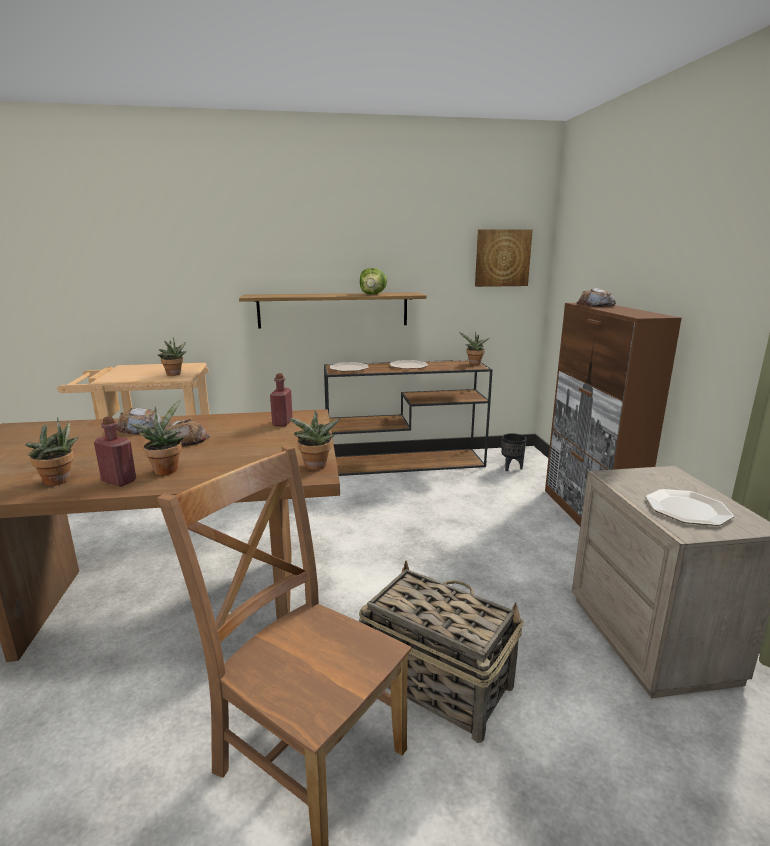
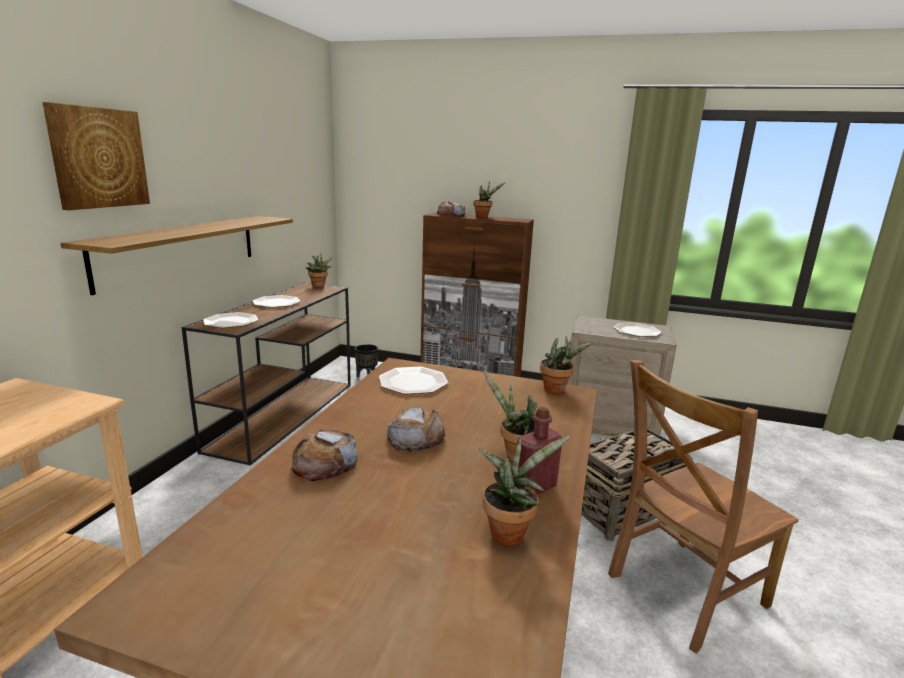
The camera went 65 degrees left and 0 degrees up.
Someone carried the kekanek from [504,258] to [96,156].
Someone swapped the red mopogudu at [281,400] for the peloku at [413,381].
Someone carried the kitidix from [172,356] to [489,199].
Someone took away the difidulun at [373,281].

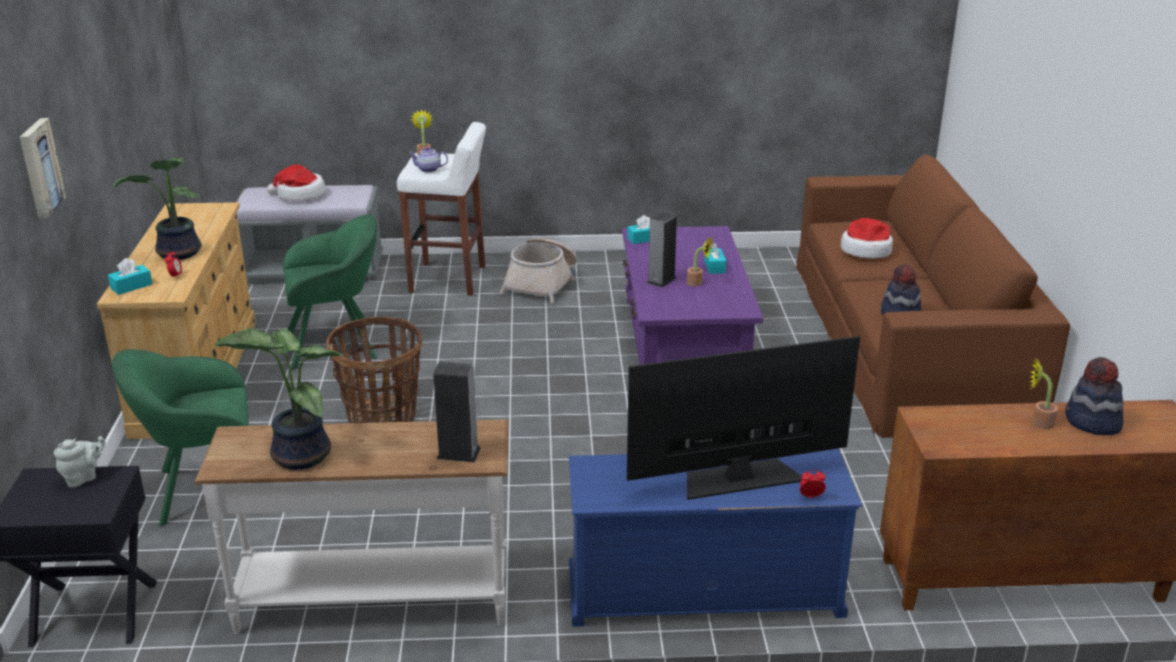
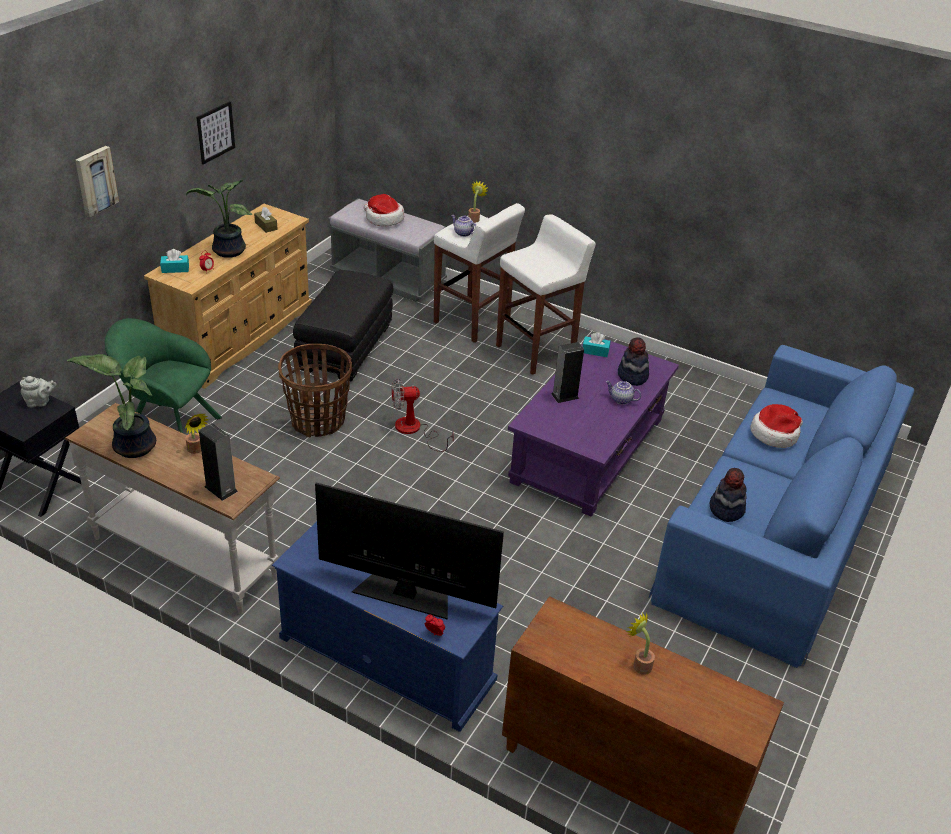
The camera went 30 degrees right and 10 degrees up.
Someone carried the kitidix from [700,261] to [197,434].
Someone put up the kekanek at [215,133].
Someone put down the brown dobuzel at [266,220].
Someone swapped the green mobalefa at [330,292] for the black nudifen at [343,326].
Someone put down the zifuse at [423,415].
Someone swapped the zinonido at [538,270] for the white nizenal at [546,294].
Someone swapped the turquoise dobuzel at [715,258] for the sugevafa at [623,393].
Someone carried the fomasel from [1094,396] to [633,361].
Someone repainted the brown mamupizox at [933,296], which became the blue mamupizox at [781,506].

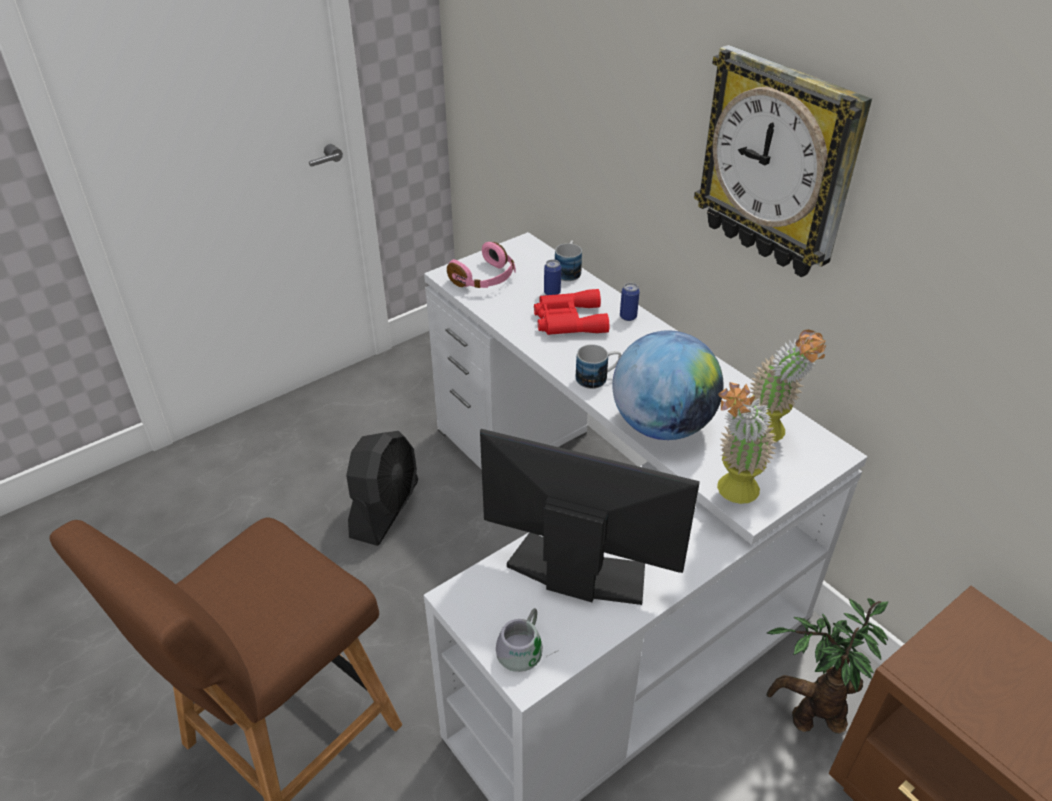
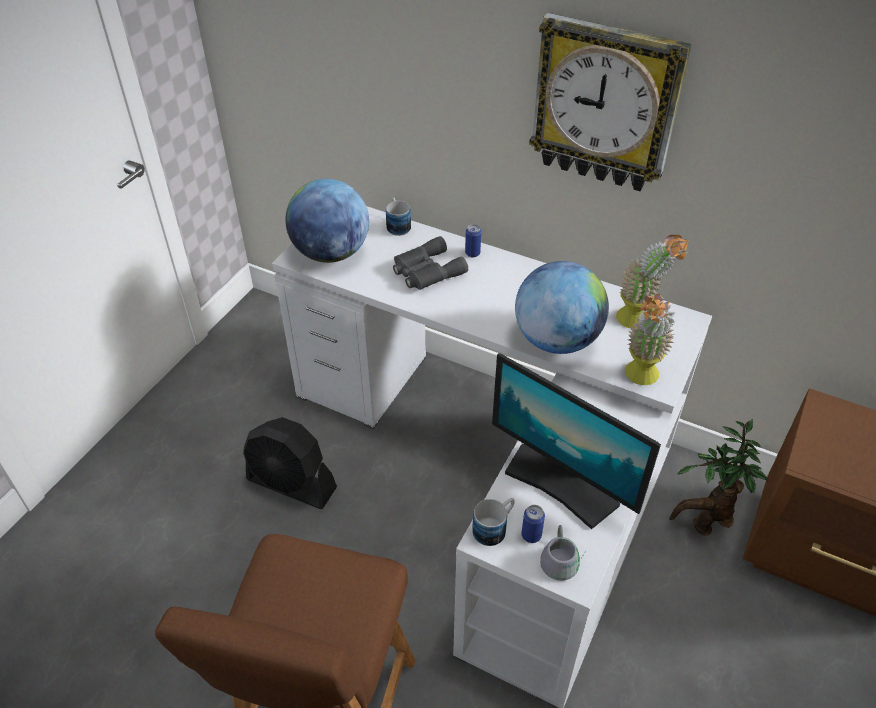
The camera went 25 degrees left and 5 degrees up.
Someone rotated the black zifuse at [382,488] by 120 degrees clockwise.
Someone swapped the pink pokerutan at [481,265] for the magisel at [327,221].
Someone repainted the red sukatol at [571,312], which became the grey sukatol at [430,263].
Someone carried the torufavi from [599,366] to [493,522].
Someone rotated the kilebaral at [590,517] by 135 degrees counterclockwise.
Someone carried the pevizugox from [552,277] to [533,524].

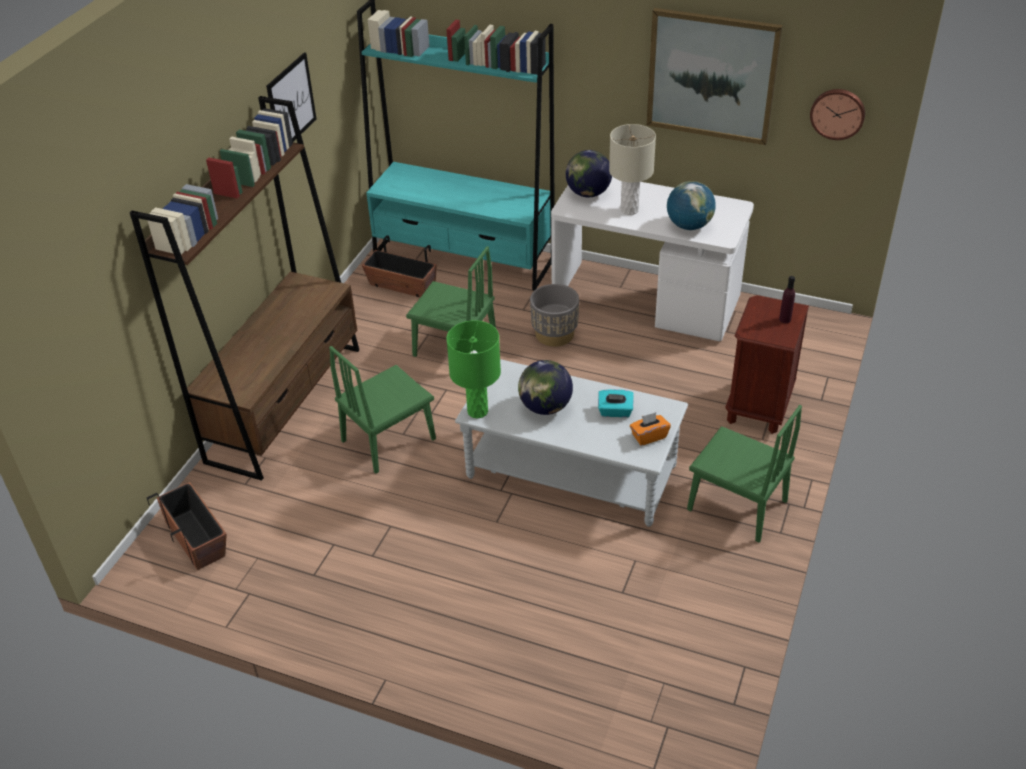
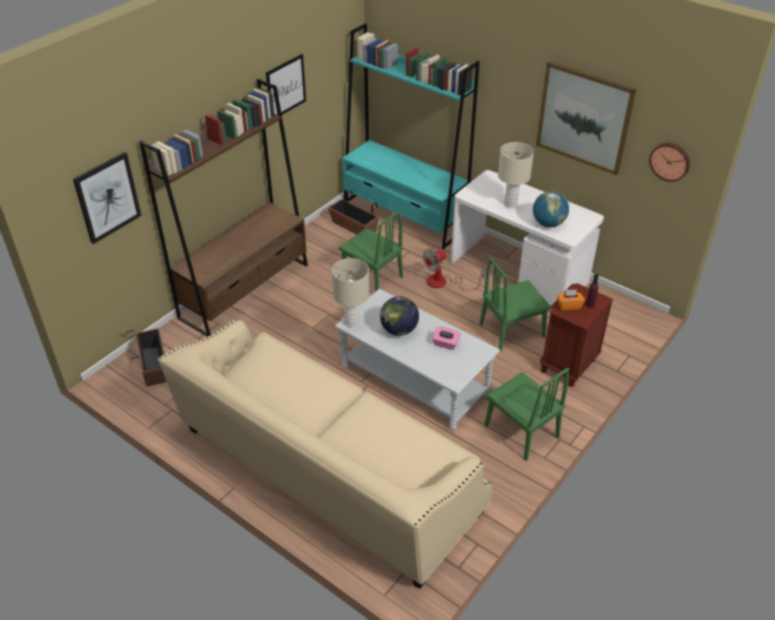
The camera went 15 degrees right and 0 degrees up.
Someone put up the kekanek at [107,198].
Someone put down the beige mamupizox at [325,454].
Someone repainted the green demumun at [473,369], which became the beige demumun at [350,293].
Someone swapped the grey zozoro at [554,315] for the zifuse at [454,270].
Someone repainted the turquoise dobuzel at [616,403], which became the pink dobuzel at [446,338].
Someone carried the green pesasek from [382,410] to [514,304].
Someone carried the orange dobuzel from [650,429] to [571,299].
Someone took away the magisel at [589,173].

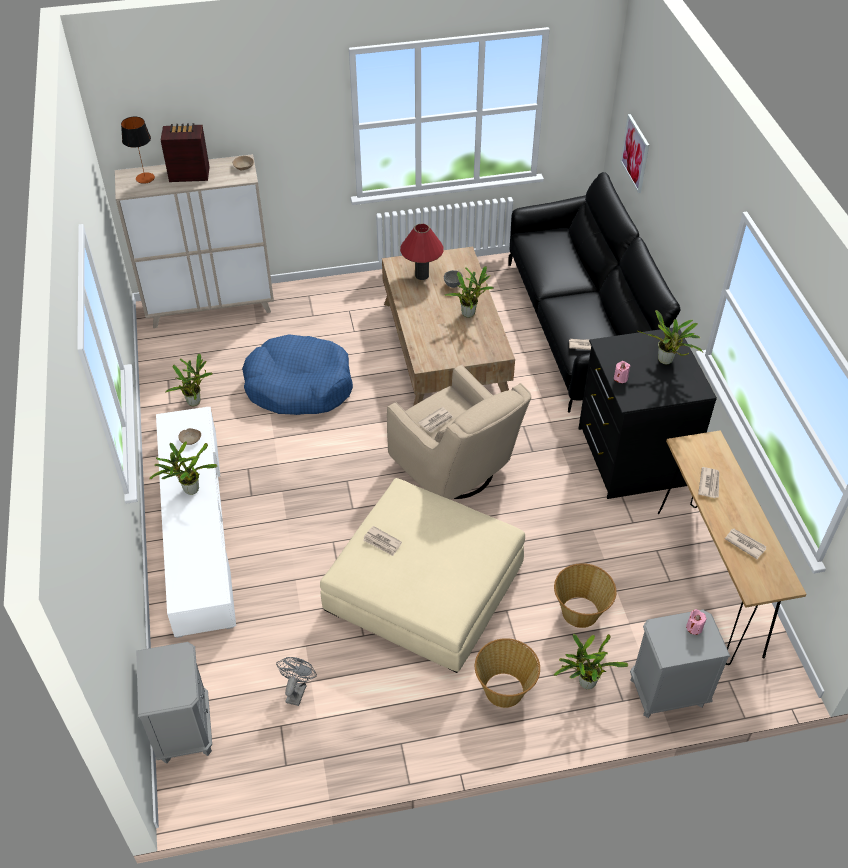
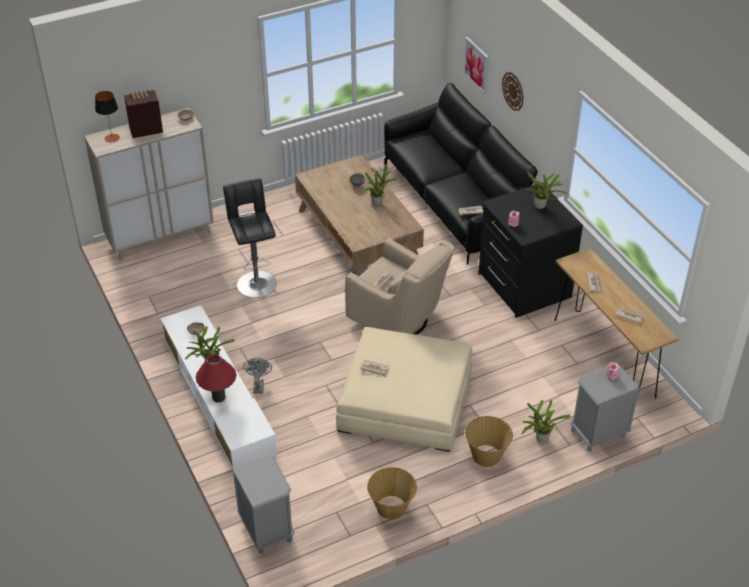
The camera went 15 degrees left and 5 degrees down.
Someone carried the red demumun from [422,252] to [216,378].
Someone swapped the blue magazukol at [297,374] for the black nizenal at [250,238].
Someone carried the grey zifuse from [296,681] to [257,375].
Someone carried the zinonido from [585,595] to [392,493].
Someone put up the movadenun at [512,91].
Someone took away the kitidix at [189,380].

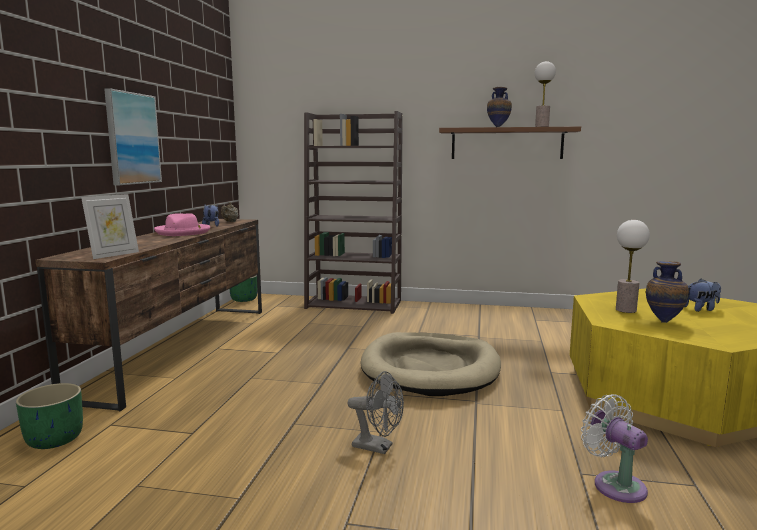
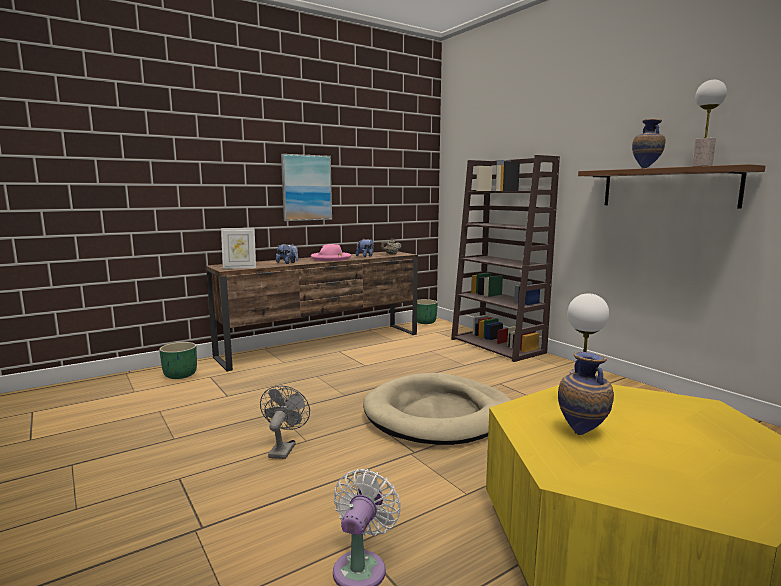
The camera went 45 degrees right and 0 degrees up.
Someone rotated the grey zifuse at [375,412] by 150 degrees counterclockwise.
Someone carried the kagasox from [702,295] to [287,253].

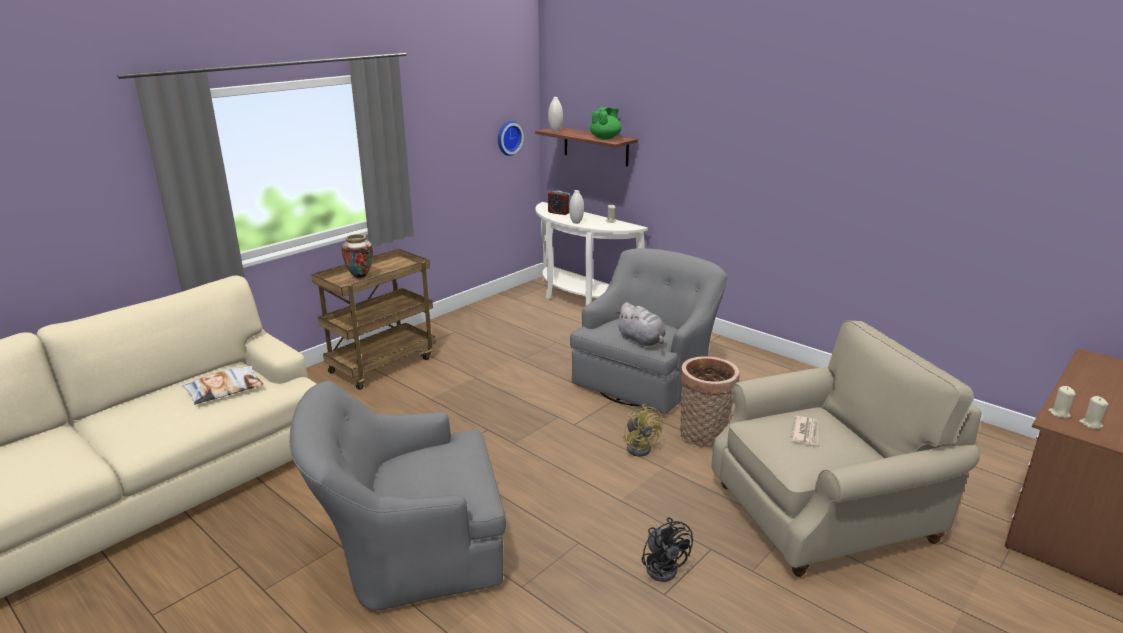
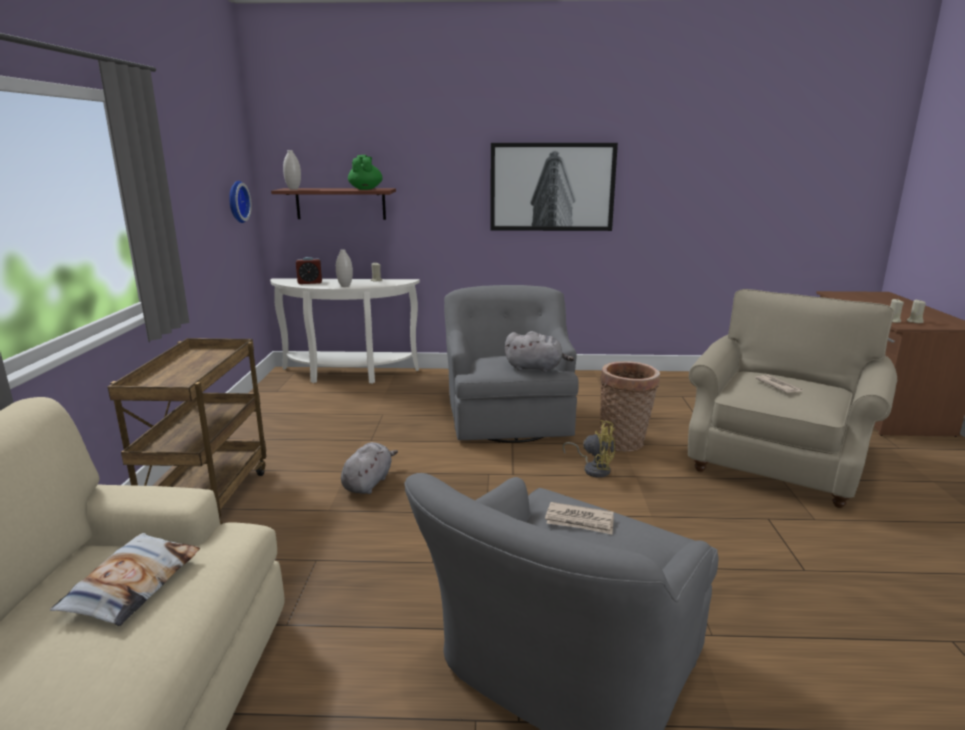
The camera went 40 degrees left and 5 degrees down.
Someone put down the grey kagasox at [369,468].
Someone put up the kekanek at [554,187].
Someone put down the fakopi at [579,518].
Someone took away the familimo at [357,256].
Someone took away the black zifuse at [667,549].

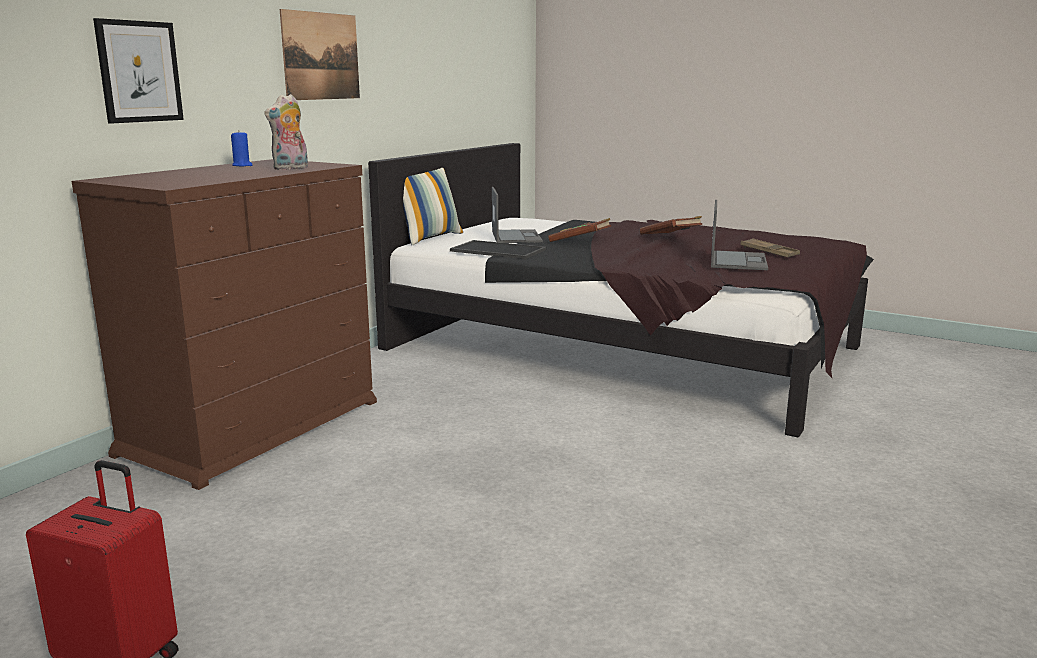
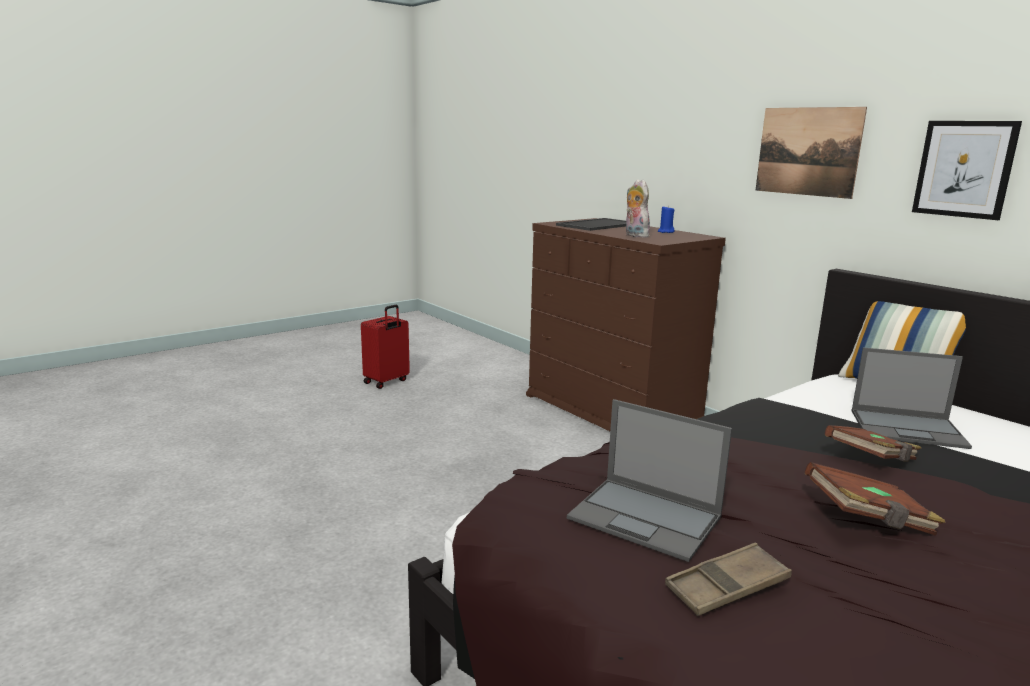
The camera went 110 degrees right and 0 degrees up.
Someone carried the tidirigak from [498,249] to [591,224].
Someone carried the kekanek from [138,71] to [967,170].

